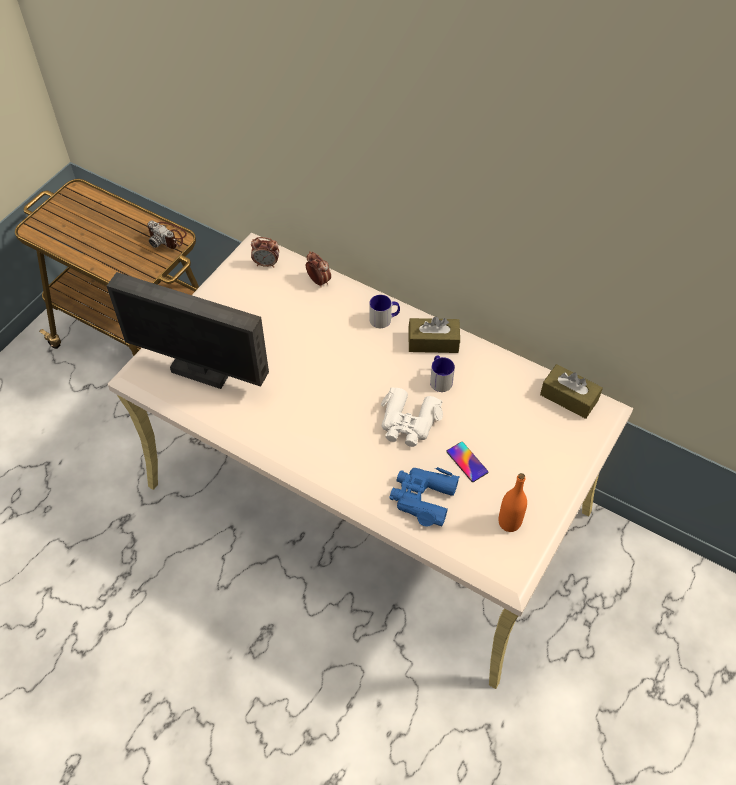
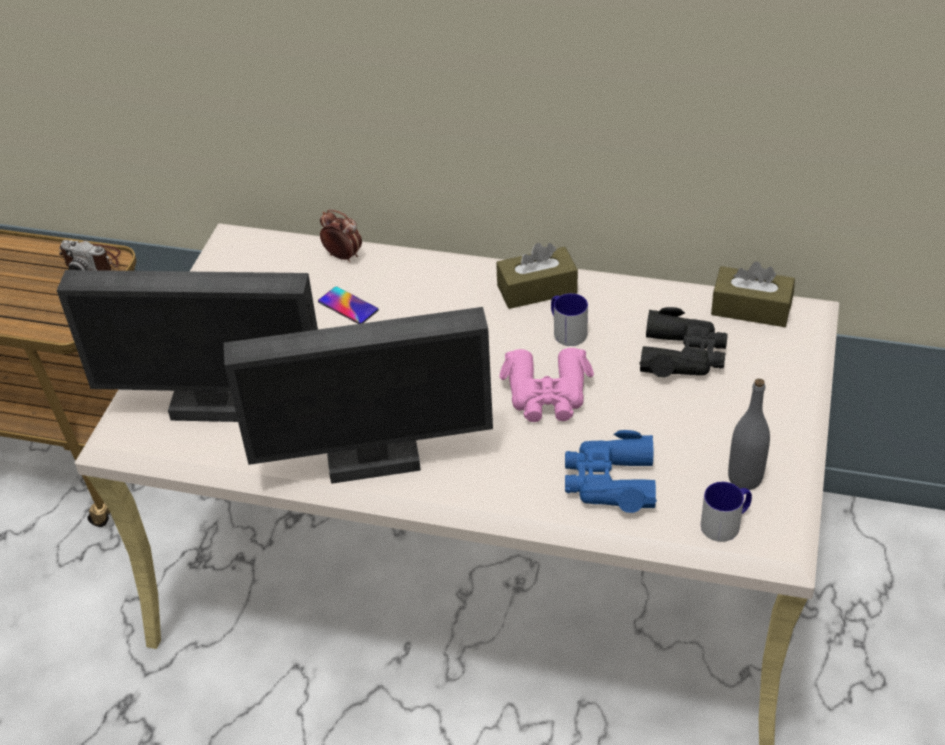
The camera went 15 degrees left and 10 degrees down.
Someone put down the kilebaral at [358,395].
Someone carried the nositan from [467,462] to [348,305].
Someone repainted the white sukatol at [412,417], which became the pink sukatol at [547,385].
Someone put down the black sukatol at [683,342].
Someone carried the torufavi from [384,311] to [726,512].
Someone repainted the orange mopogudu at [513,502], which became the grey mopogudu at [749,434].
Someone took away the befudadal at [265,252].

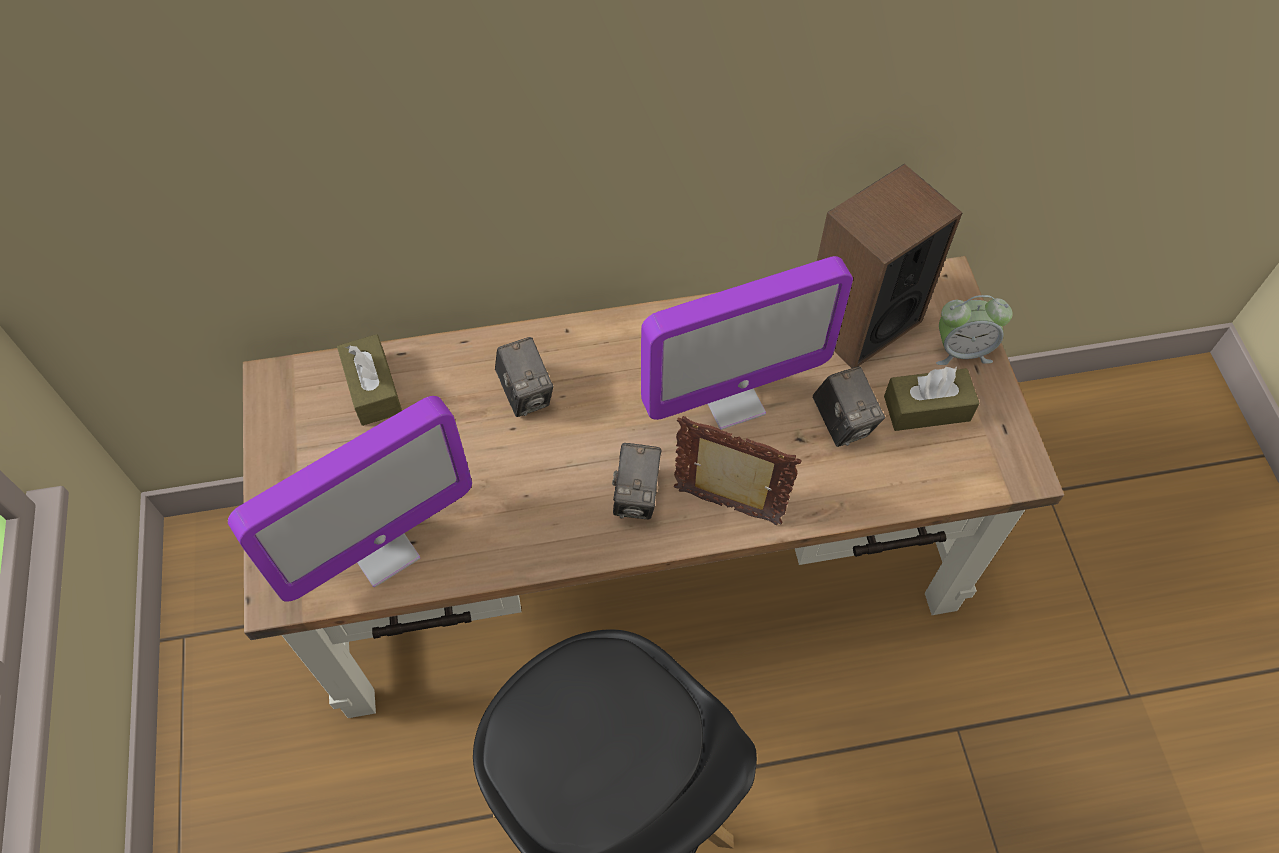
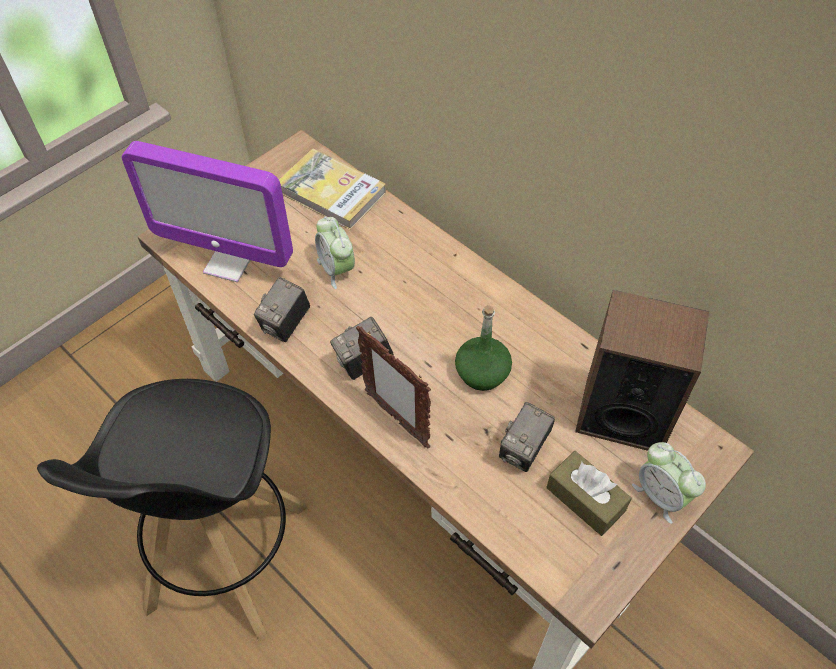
The camera went 55 degrees right and 5 degrees down.
Someone carried the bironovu from [524,377] to [282,309].
Someone swapped the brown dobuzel at [369,380] for the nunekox at [332,189].
Someone put down the befudadal at [335,252].
Someone rotated the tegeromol at [738,470] by 150 degrees clockwise.
Someone swapped the kilebaral at [747,343] for the green mopogudu at [483,348].

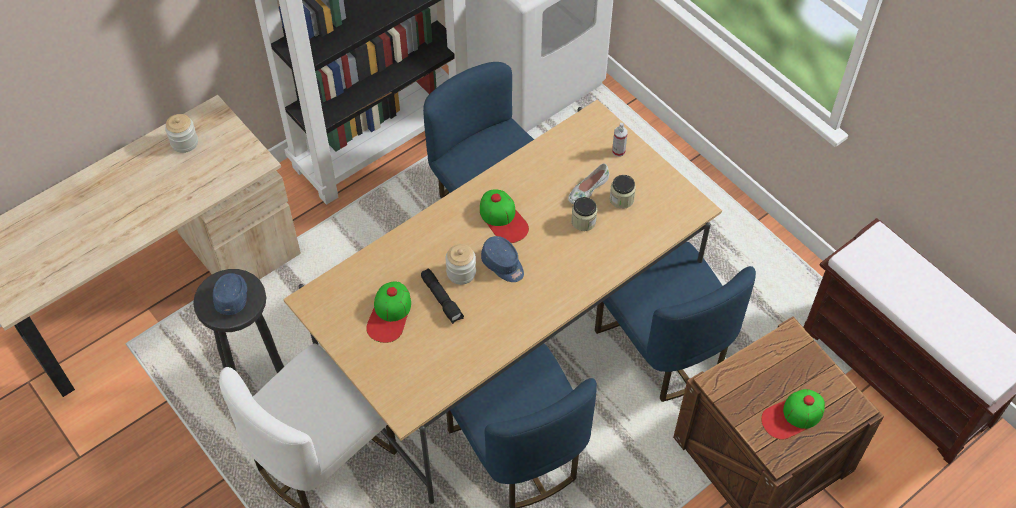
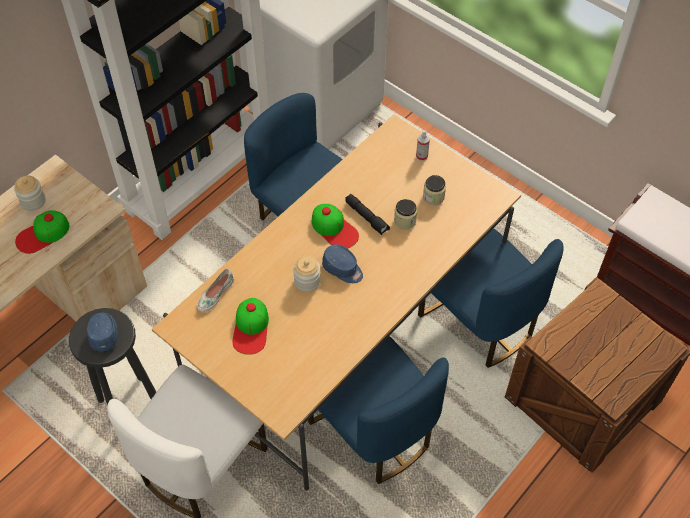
The camera went 10 degrees left and 0 degrees up.
Someone carried the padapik from [793,414] to [42,232].
Someone carried the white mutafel from [588,184] to [215,290].
Someone carried the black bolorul from [442,296] to [367,214].

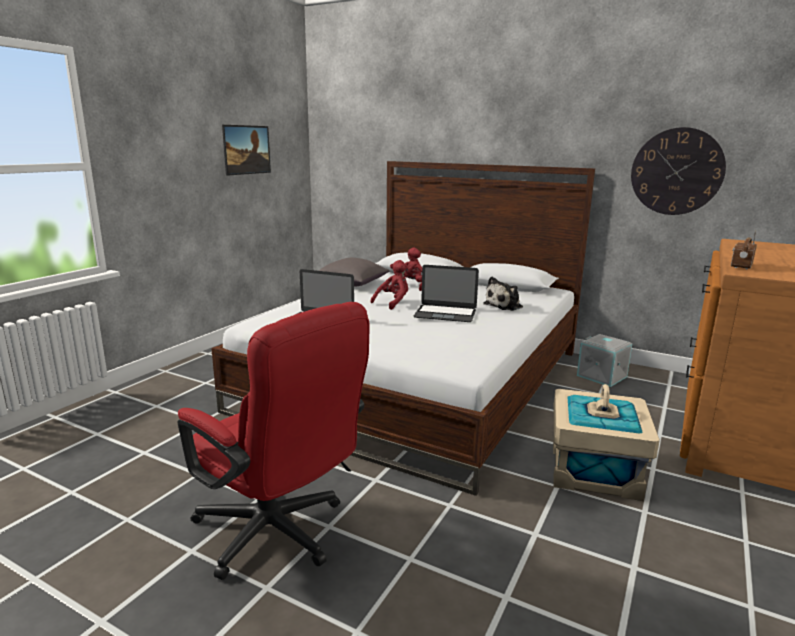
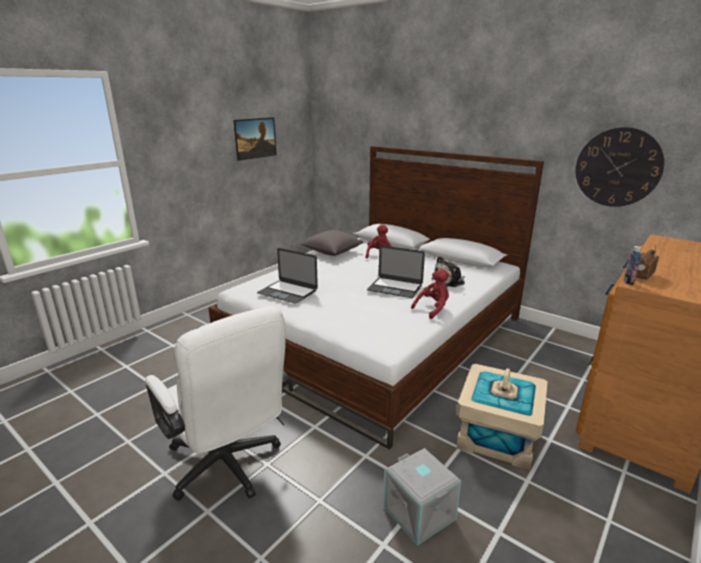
The camera went 10 degrees right and 5 degrees up.
Someone repainted the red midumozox at [273,441], which became the white midumozox at [218,403].
Someone carried the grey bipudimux from [604,360] to [422,497].
Someone carried the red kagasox from [389,285] to [430,294].
Someone put down the mopogudu at [632,265].

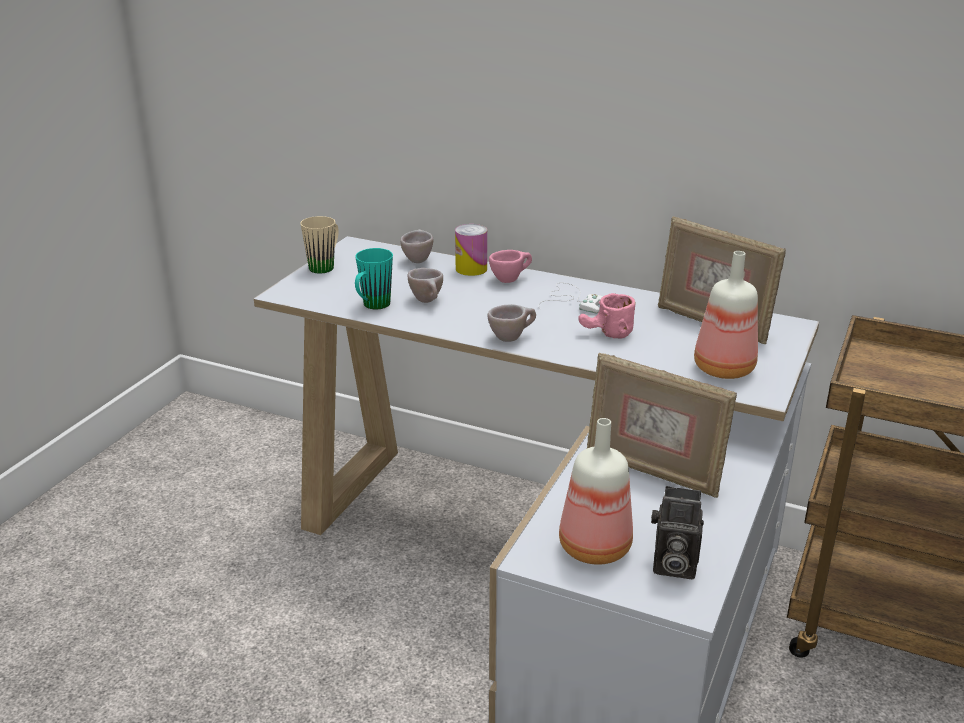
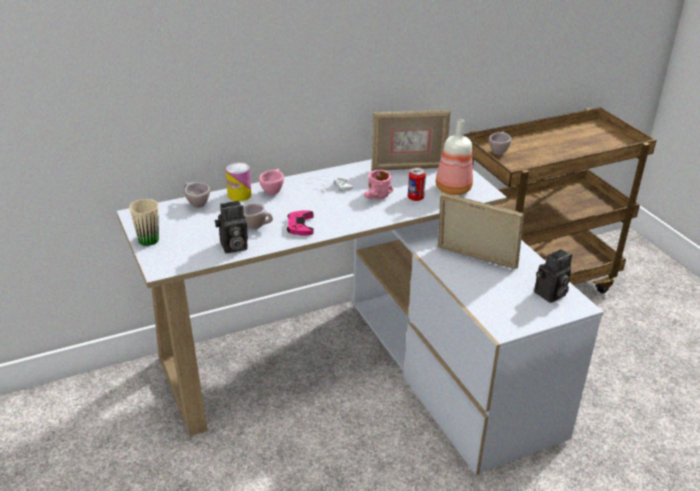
The camera went 50 degrees left and 5 degrees up.
Someone swapped the turquoise torufavi at [374,279] for the bironovu at [231,226].
Someone put down the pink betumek at [300,222].
Someone put down the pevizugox at [417,184].
Someone rotated the tegeromol at [662,425] by 135 degrees counterclockwise.
Someone carried the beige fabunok from [512,323] to [500,143].
Someone took away the mopogudu at [596,491].

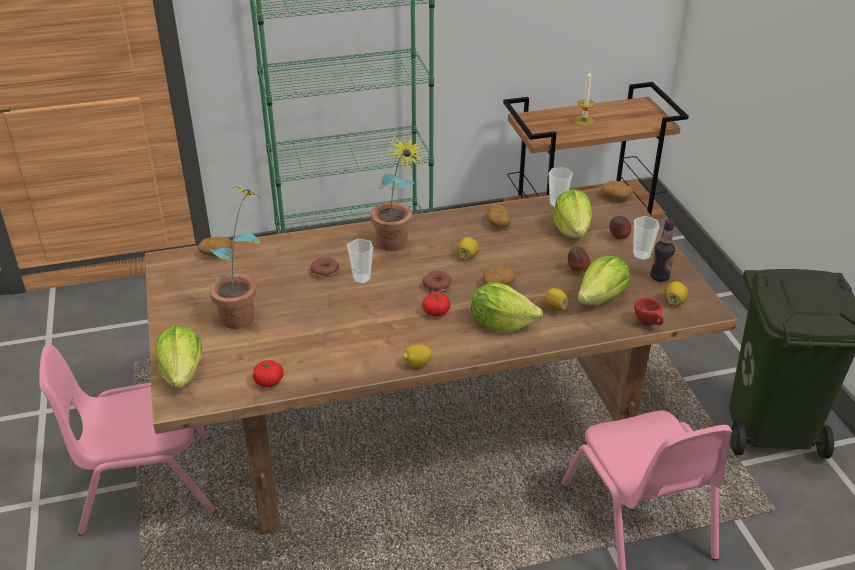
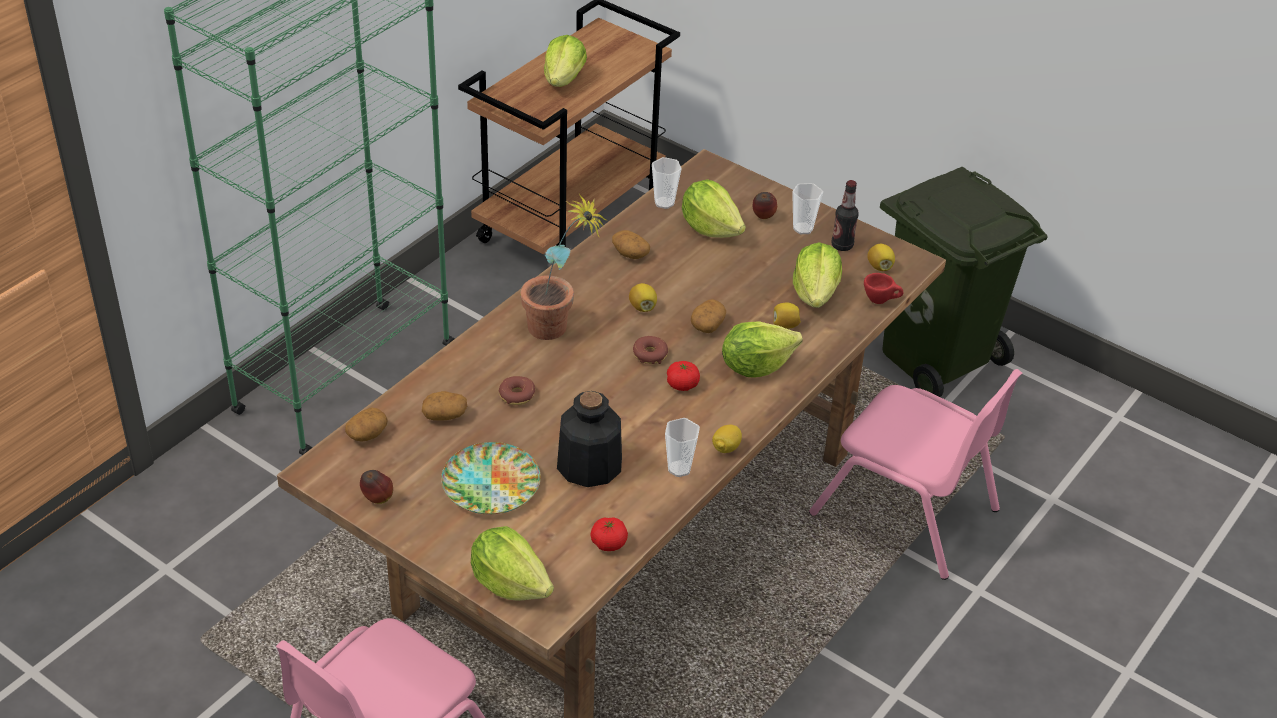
The camera went 40 degrees left and 5 degrees up.
Someone carried the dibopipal from [579,260] to [376,487].
Someone carried the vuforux from [617,190] to [444,406].
Someone swapped the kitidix at [236,258] for the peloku at [491,478].
Someone swapped the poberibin at [584,98] for the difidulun at [565,61].
Someone put down the mopogudu at [589,439].
Someone carried the fabunok from [360,261] to [682,447].

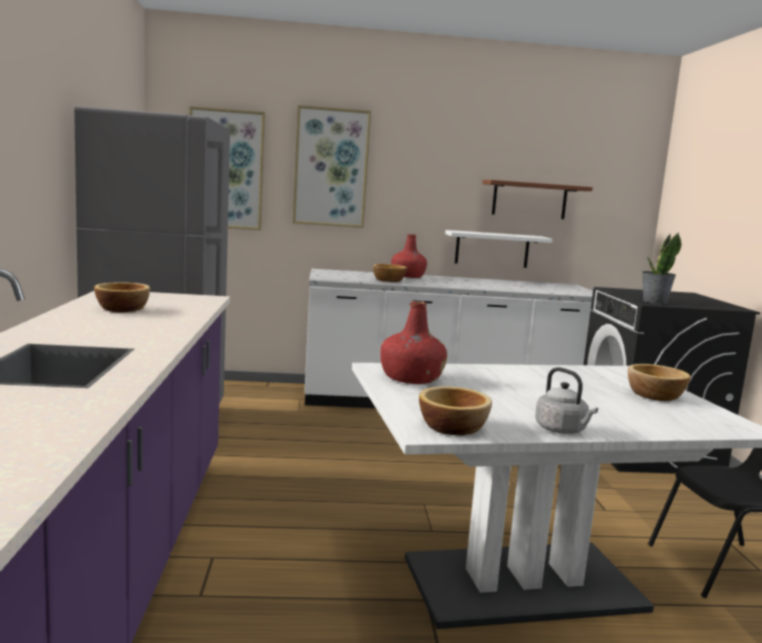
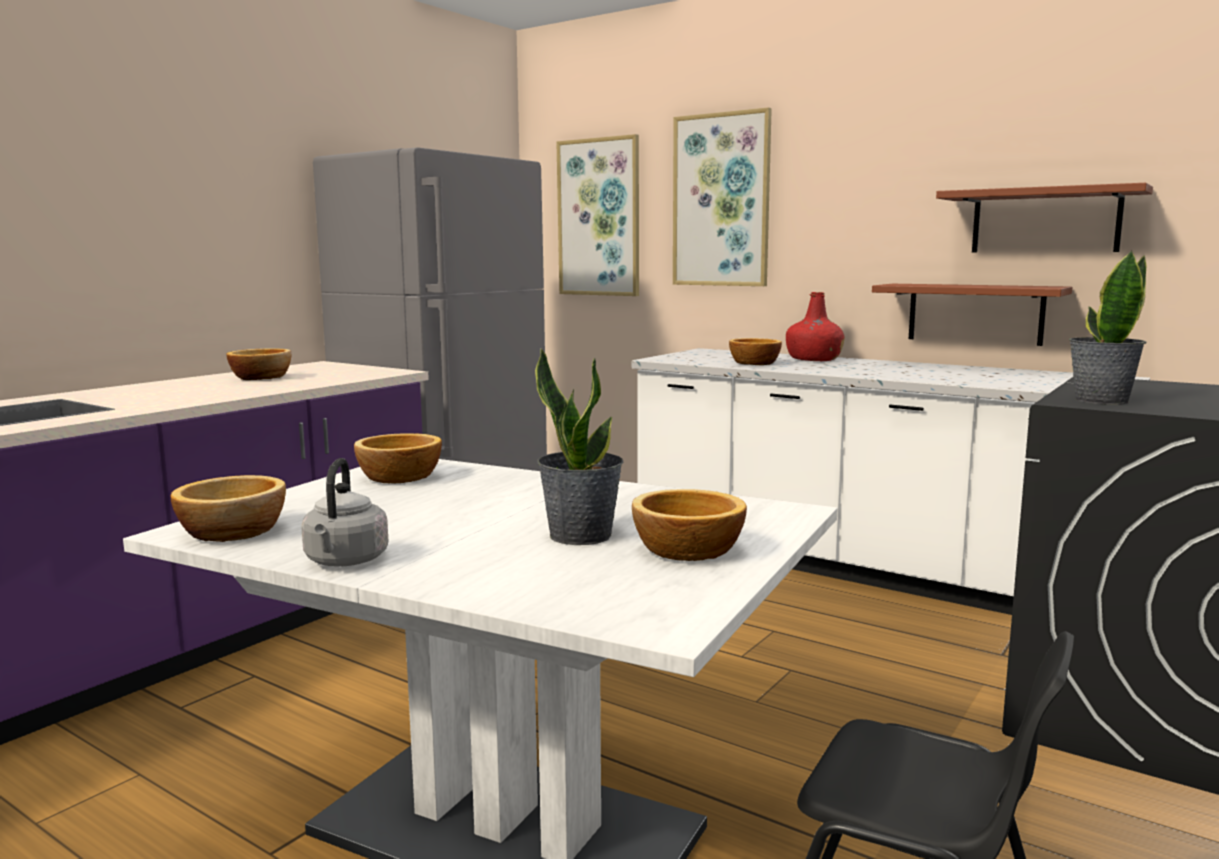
The camera went 40 degrees right and 0 degrees up.
Someone swapped the red mopogudu at [413,342] for the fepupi at [398,458].
Someone put down the kitidix at [579,446].
Someone repainted the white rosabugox at [499,249], which became the brown rosabugox at [972,315].

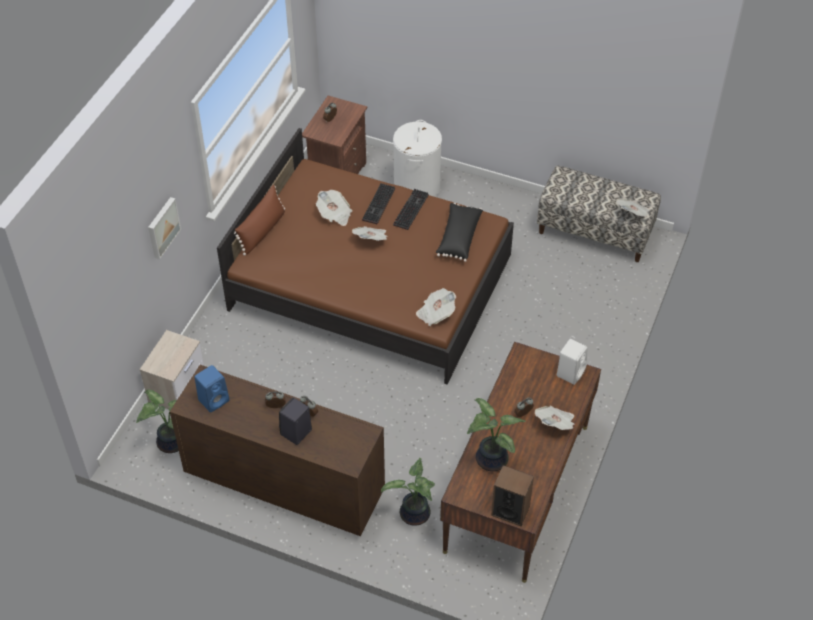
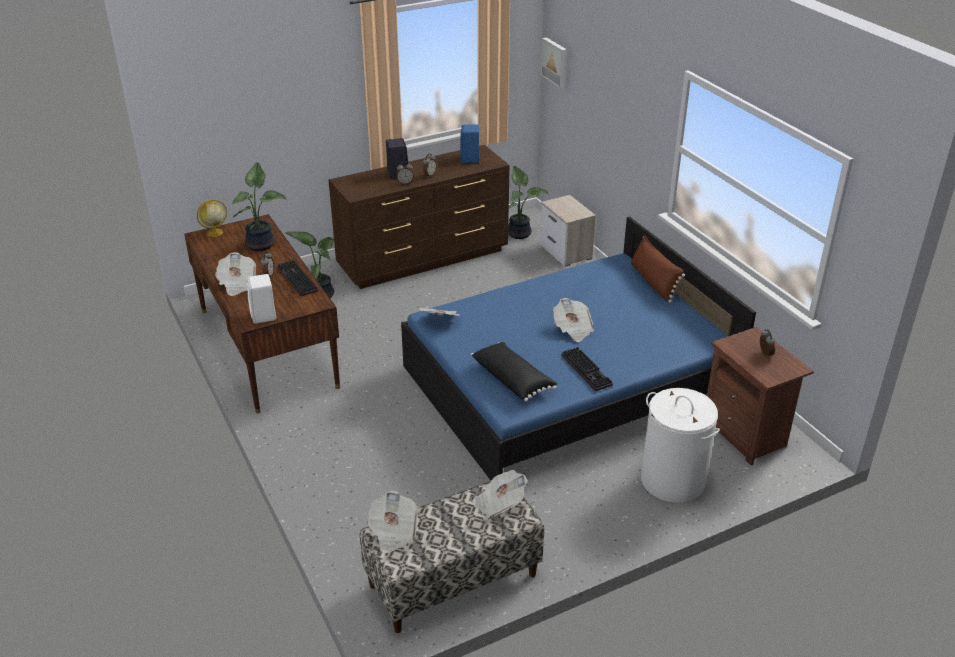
The camera went 130 degrees right and 15 degrees down.
Someone swapped the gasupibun at [512,495] for the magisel at [212,218].
Someone carried the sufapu from [378,203] to [297,278].
Someone repainted the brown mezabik at [365,256], which became the blue mezabik at [578,348].
Someone carried the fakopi from [334,208] to [500,494].
Someone carried the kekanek from [164,228] to [554,62].

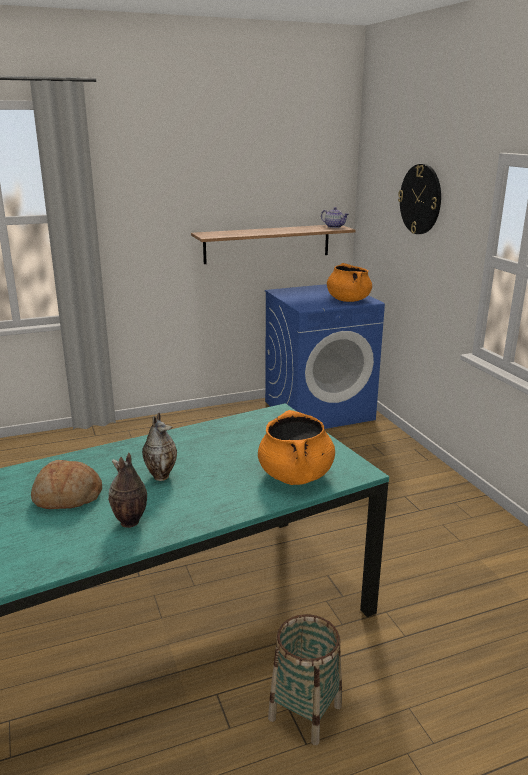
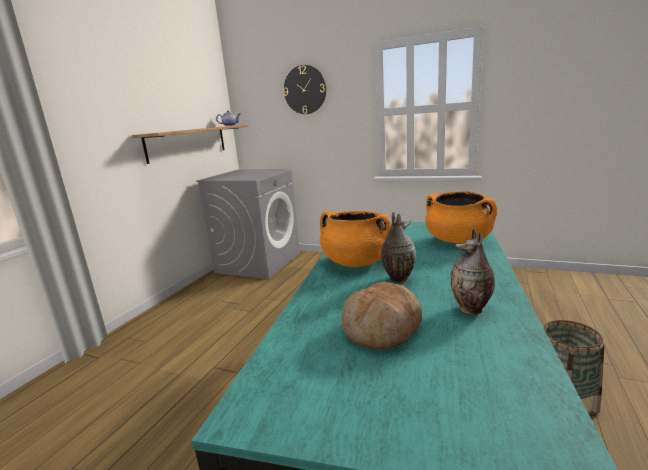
The camera went 45 degrees left and 5 degrees down.
Someone repainted the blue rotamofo at [325,356], which became the grey rotamofo at [248,224].
Someone carried the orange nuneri from [349,282] to [355,239].

